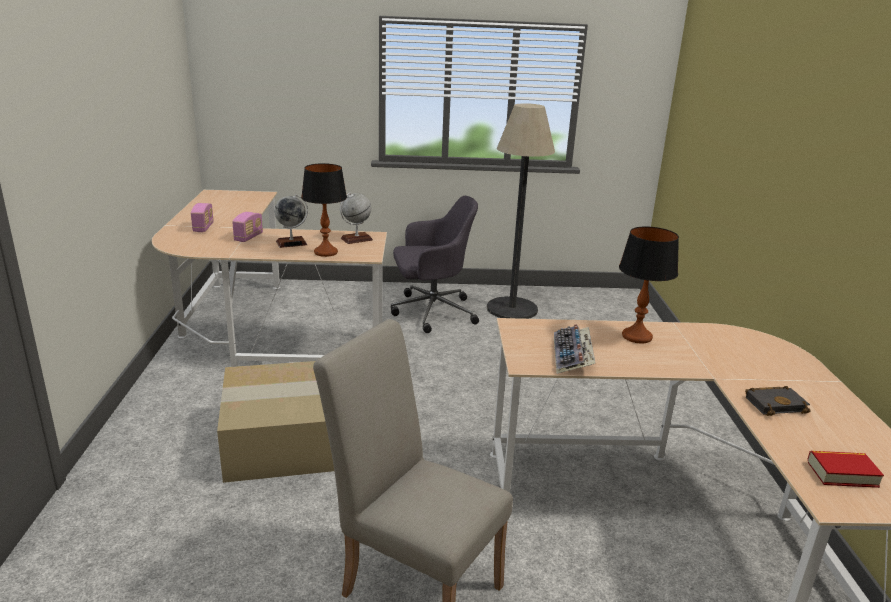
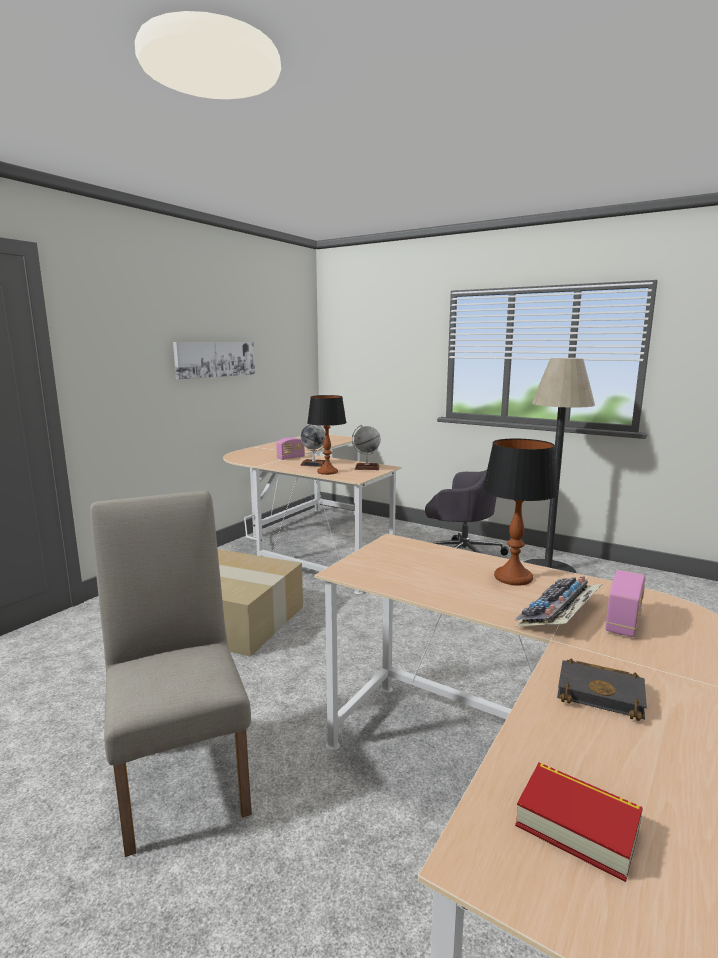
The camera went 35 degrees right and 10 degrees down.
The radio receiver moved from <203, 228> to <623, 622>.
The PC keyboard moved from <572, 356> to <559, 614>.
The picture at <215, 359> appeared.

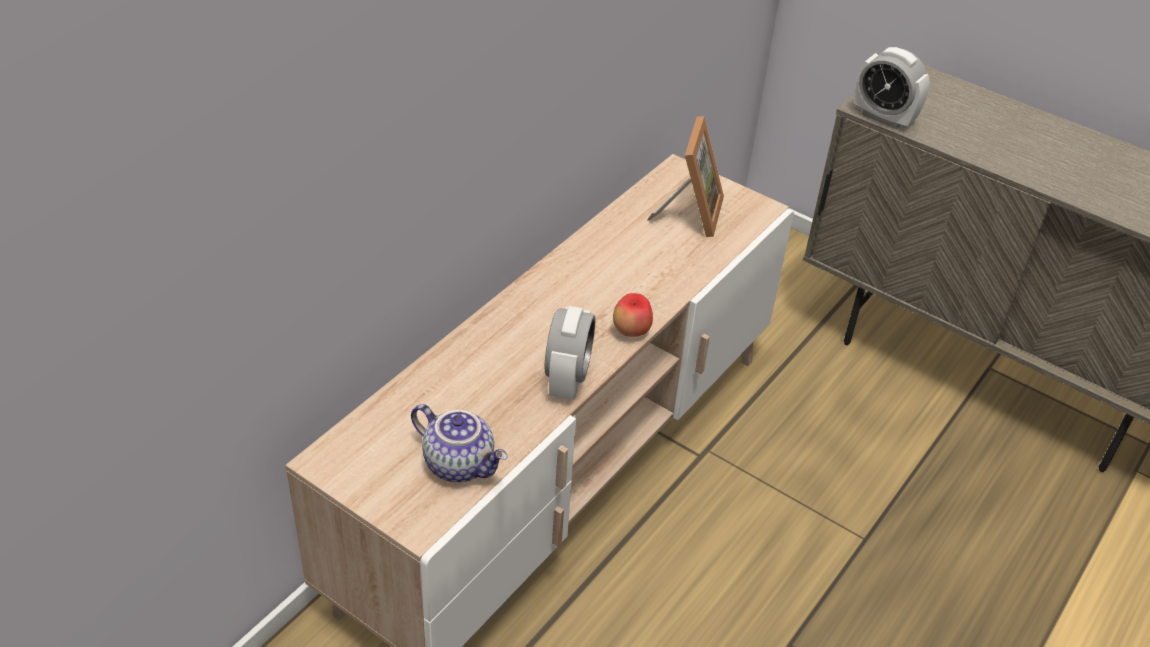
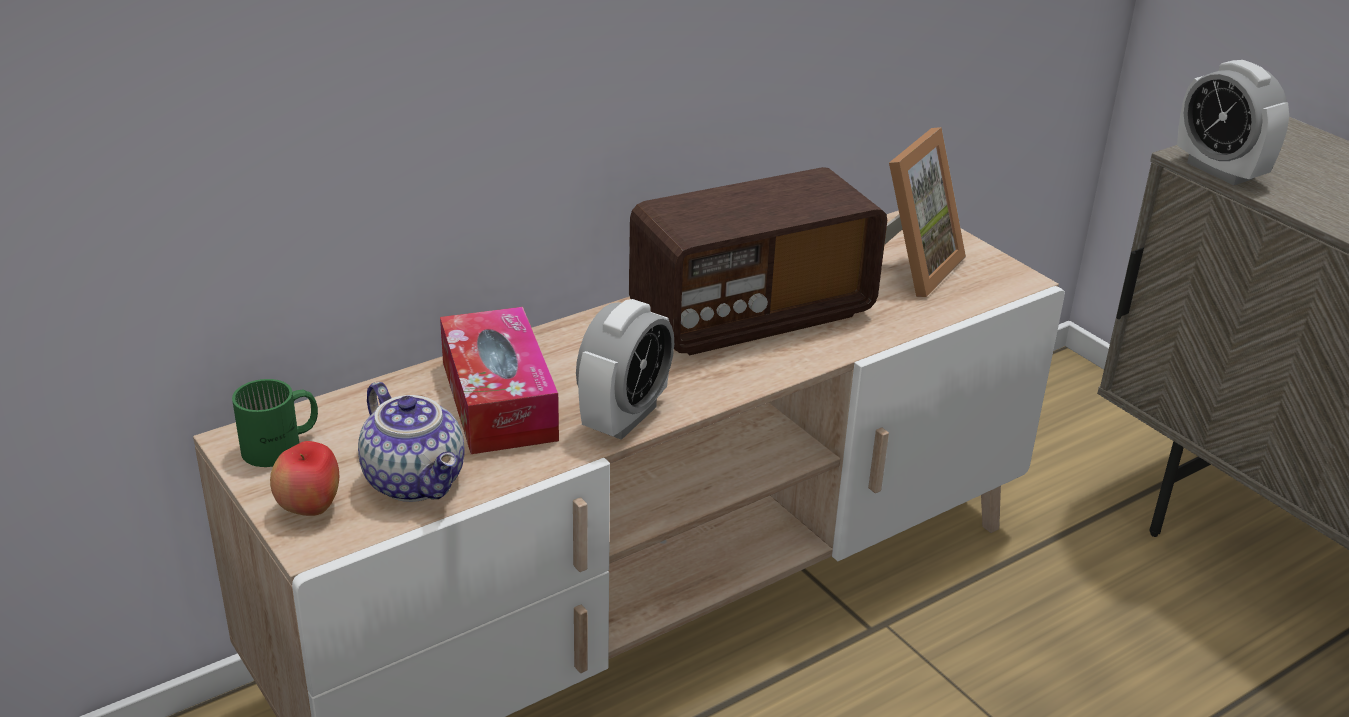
The camera went 20 degrees right and 10 degrees down.
The whole apple moved from <631, 332> to <310, 509>.
The green tea mug at <282, 446> appeared.
The box of tissues at <498, 400> appeared.
The radio receiver at <752, 315> appeared.

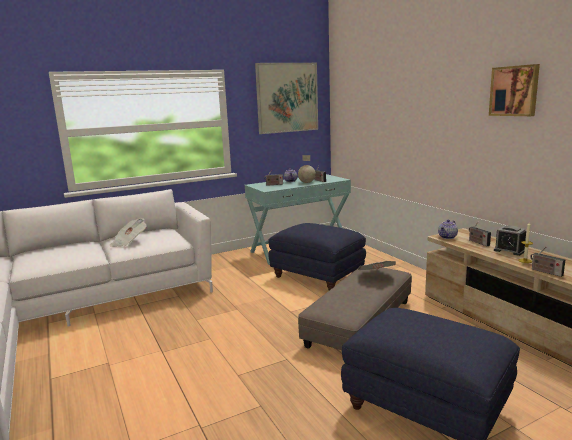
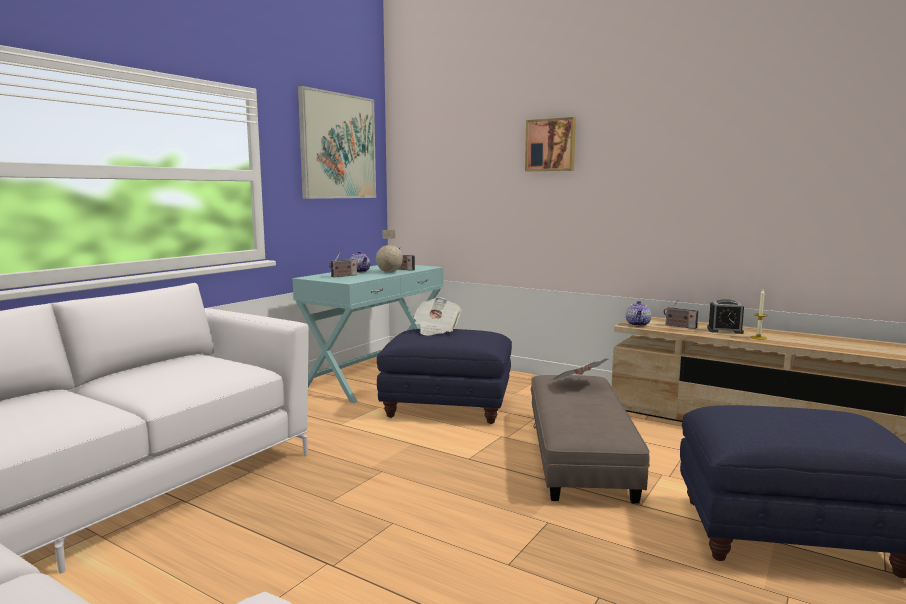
The camera went 30 degrees left and 5 degrees down.
The newspaper moved from <129, 242> to <436, 330>.
The picture moved from <514, 91> to <551, 145>.
The radio receiver at <545, 272> disappeared.

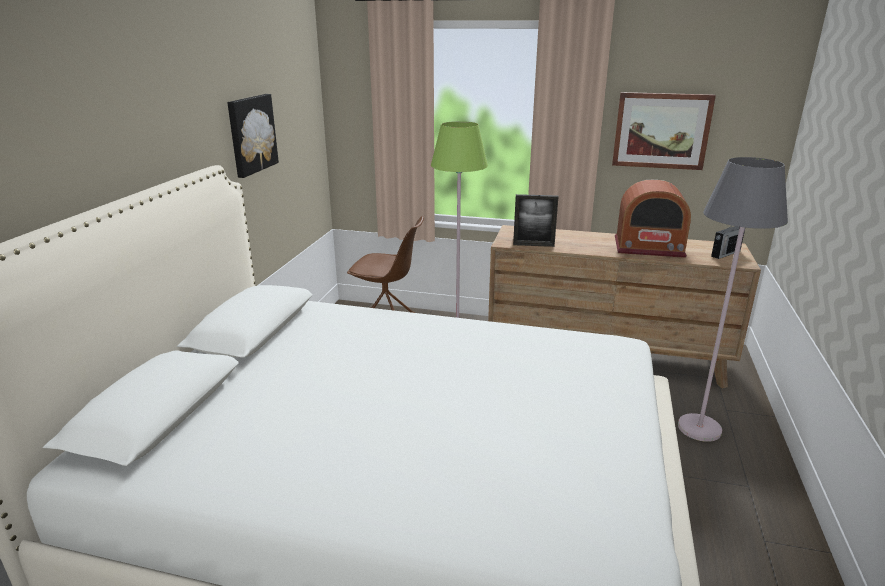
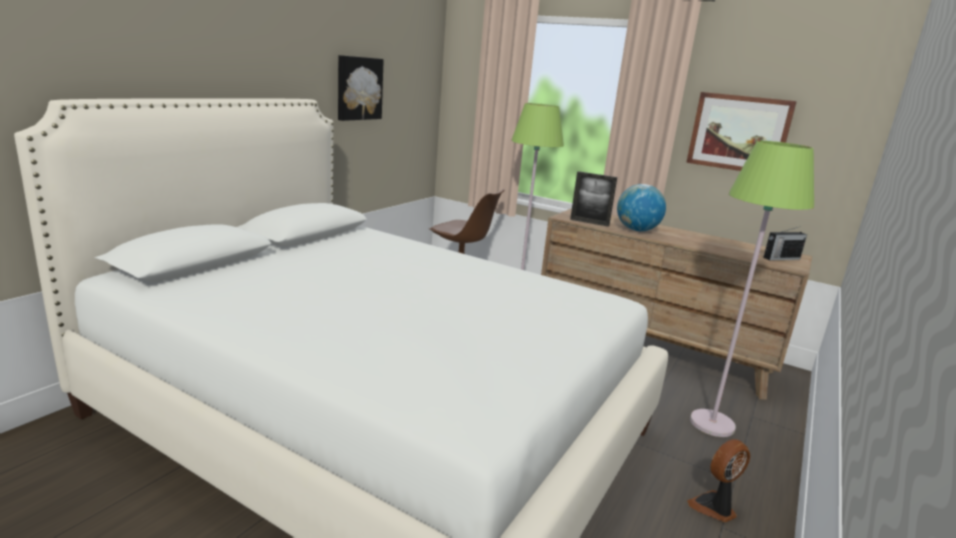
The camera went 15 degrees right and 5 degrees down.
The radio receiver at <649, 247> disappeared.
The greyish standing lamp at <699, 428> became the green standing lamp at <711, 424>.
The desk globe at <636, 230> appeared.
The fan at <714, 508> appeared.

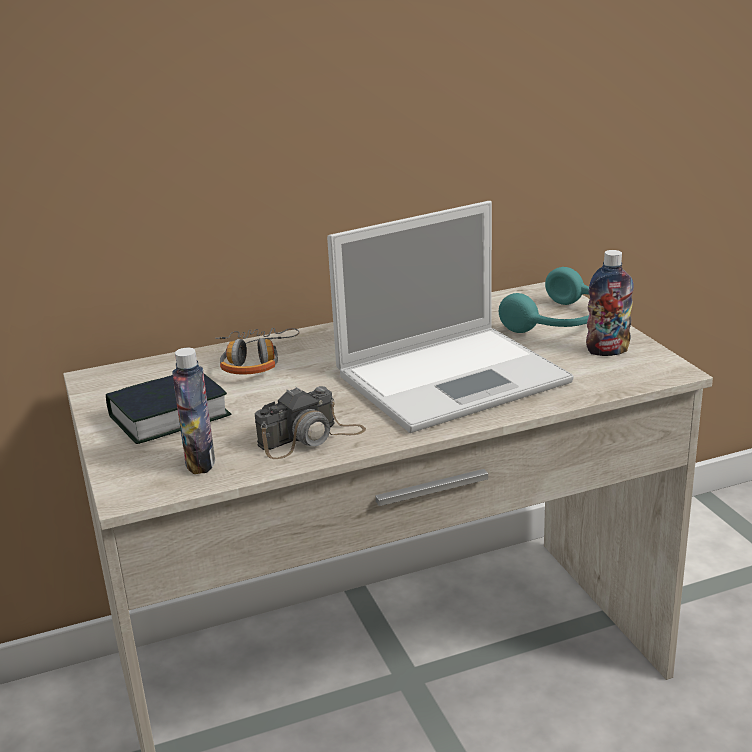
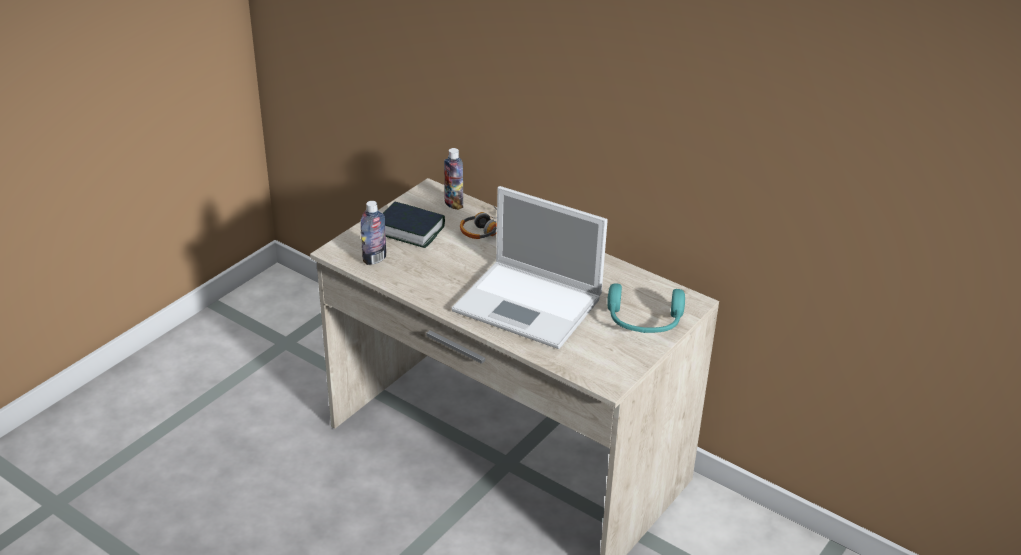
The camera went 55 degrees right and 10 degrees up.
The still camera at <311, 438> disappeared.
The drink bottle moved from <607, 351> to <453, 204>.

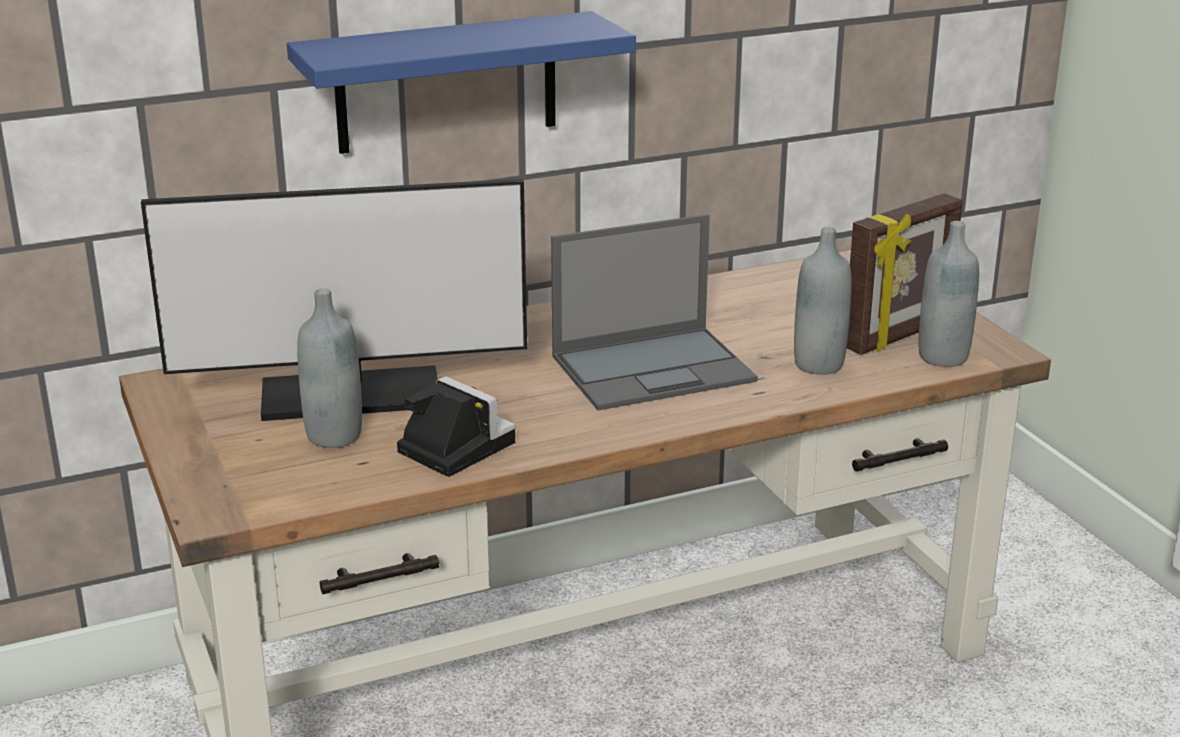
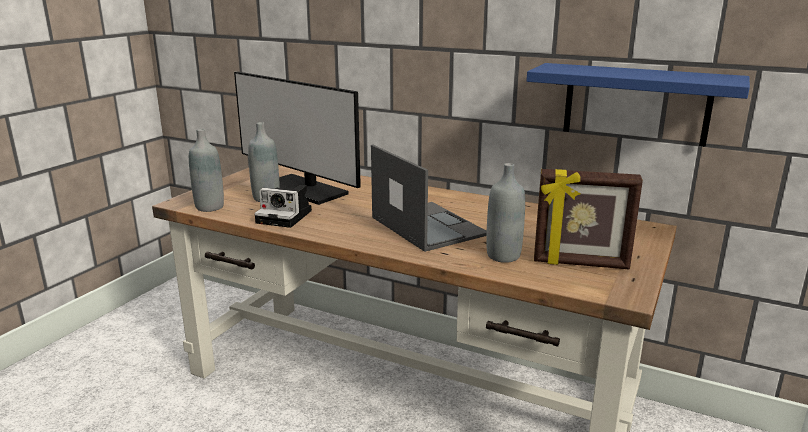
The camera went 50 degrees right and 5 degrees down.
The blue-coloured shelf moved from <447, 83> to <636, 104>.
The still camera at <452, 446> turned 105 degrees clockwise.
The portable computer at <654, 368> turned 150 degrees counterclockwise.
The greyish drink bottle moved from <943, 357> to <209, 207>.

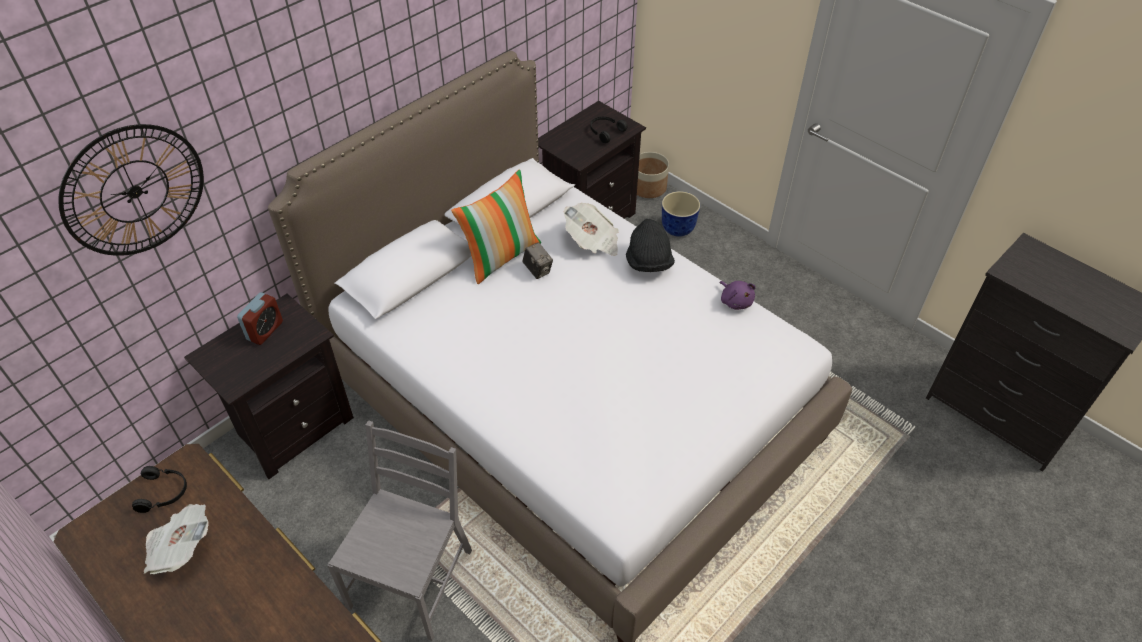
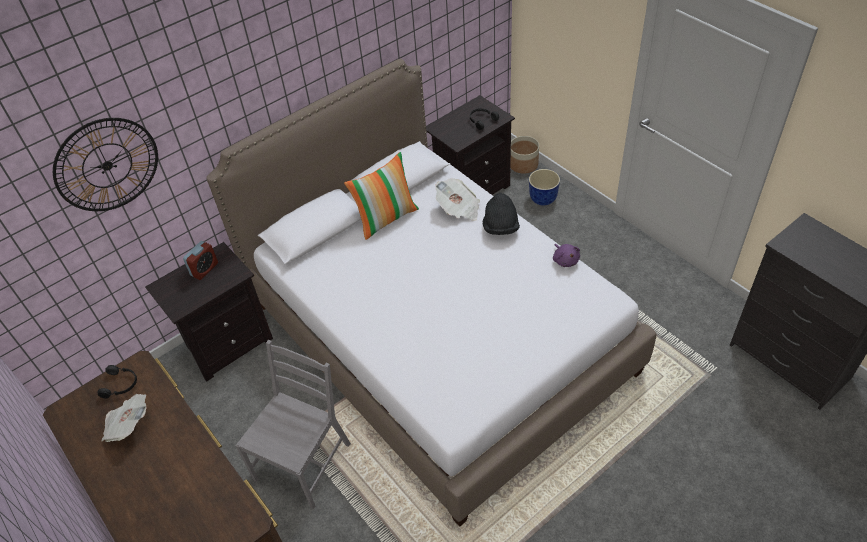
The camera went 10 degrees right and 0 degrees up.
The still camera at <537, 270> disappeared.

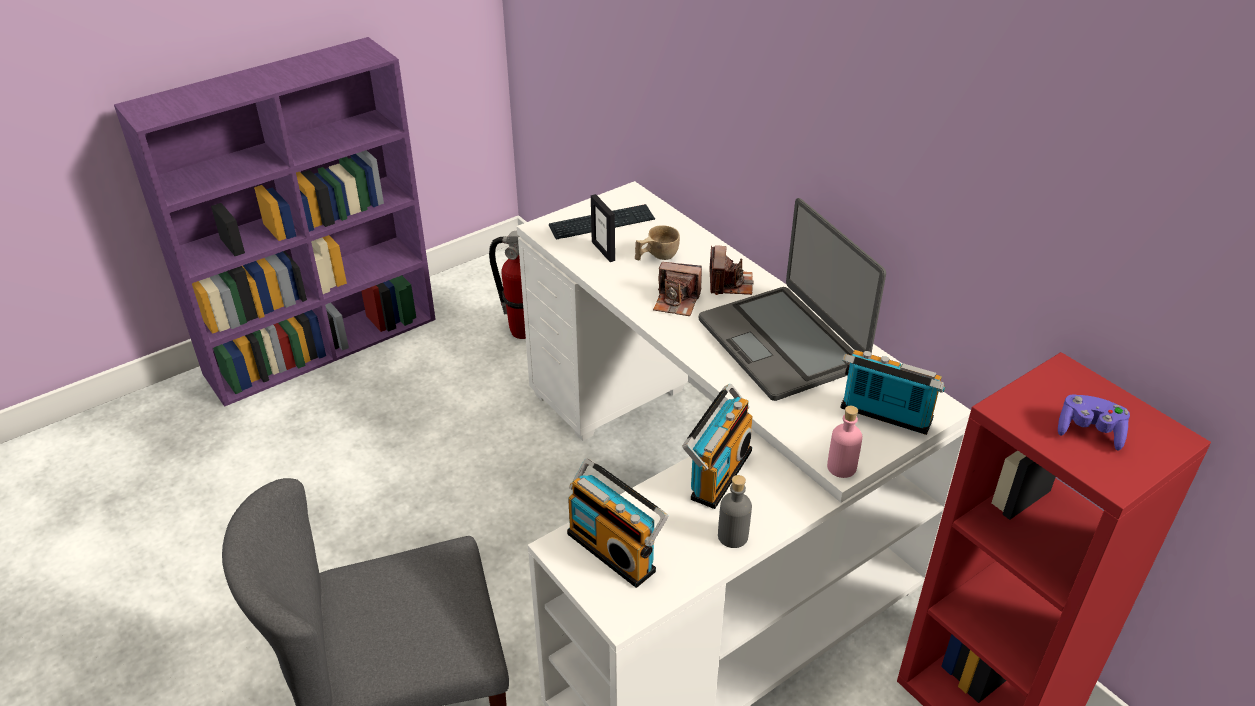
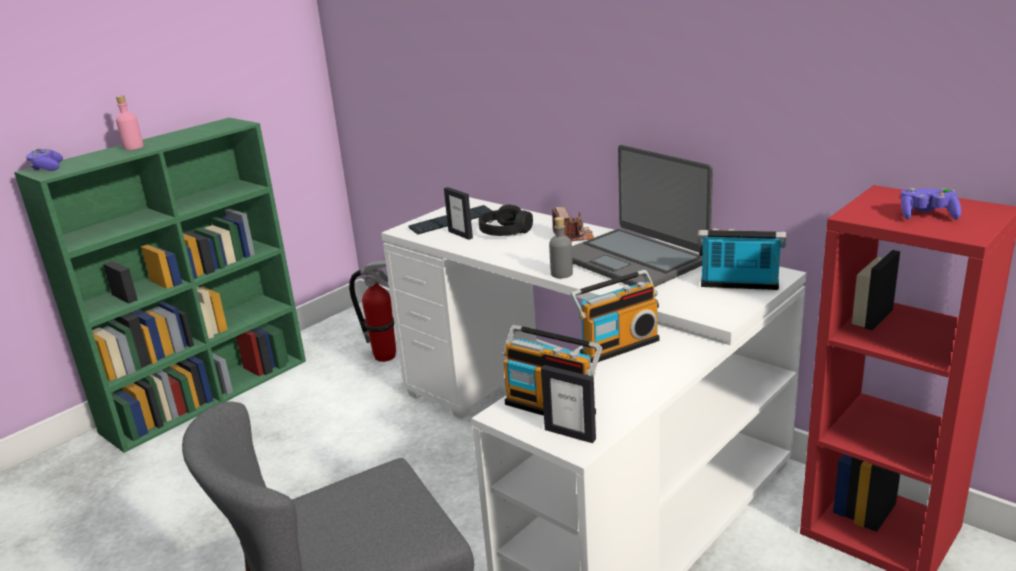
The camera went 10 degrees left and 15 degrees down.
The purplish bookshelf at <324, 344> became the green bookshelf at <209, 394>.
The beige drinking cup at <656, 256> was replaced by the black-coloured pair of headphones at <505, 231>.
The still camera at <677, 302> disappeared.
The radio receiver at <717, 473> turned 45 degrees clockwise.
The greyish drink bottle moved from <733, 536> to <561, 274>.
The pink drink bottle moved from <841, 467> to <133, 147>.
The purplish game controller at <47, 168> appeared.
The standing frame at <570, 434> appeared.

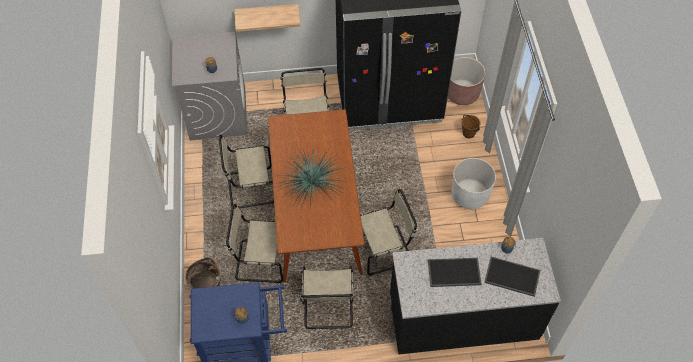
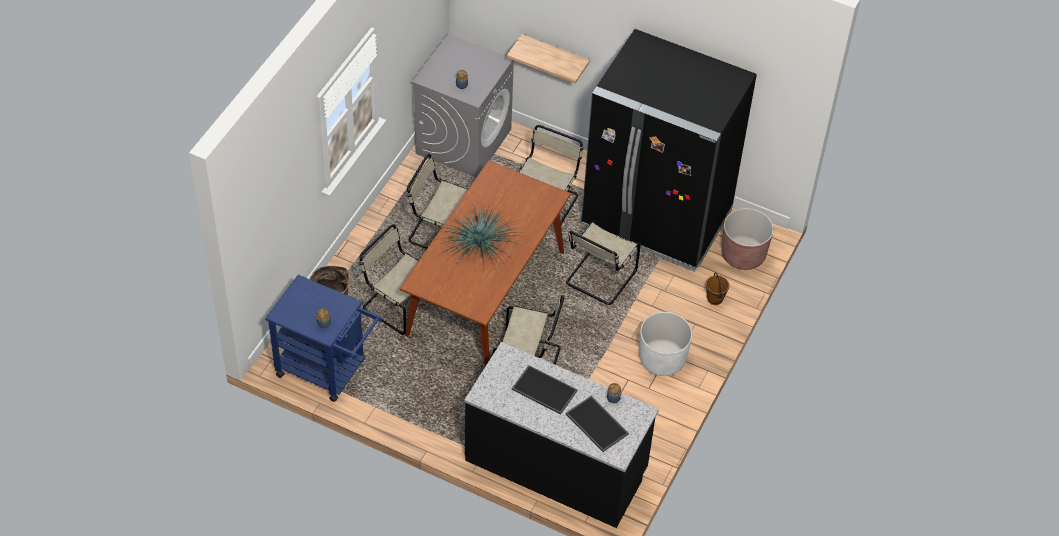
The camera went 30 degrees right and 5 degrees down.
The beige chair moved from <328, 308> to <599, 279>.

